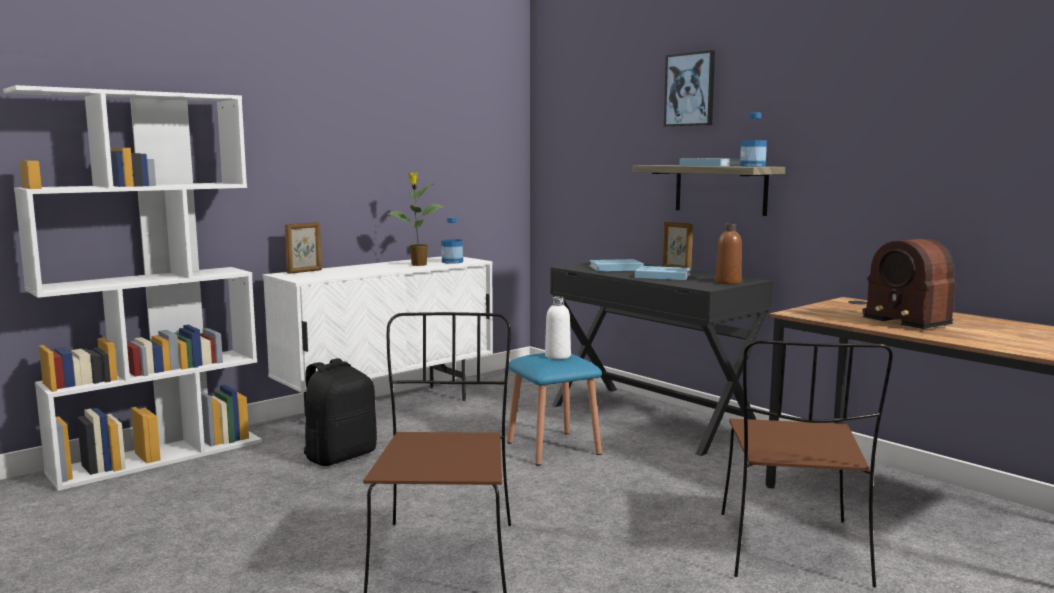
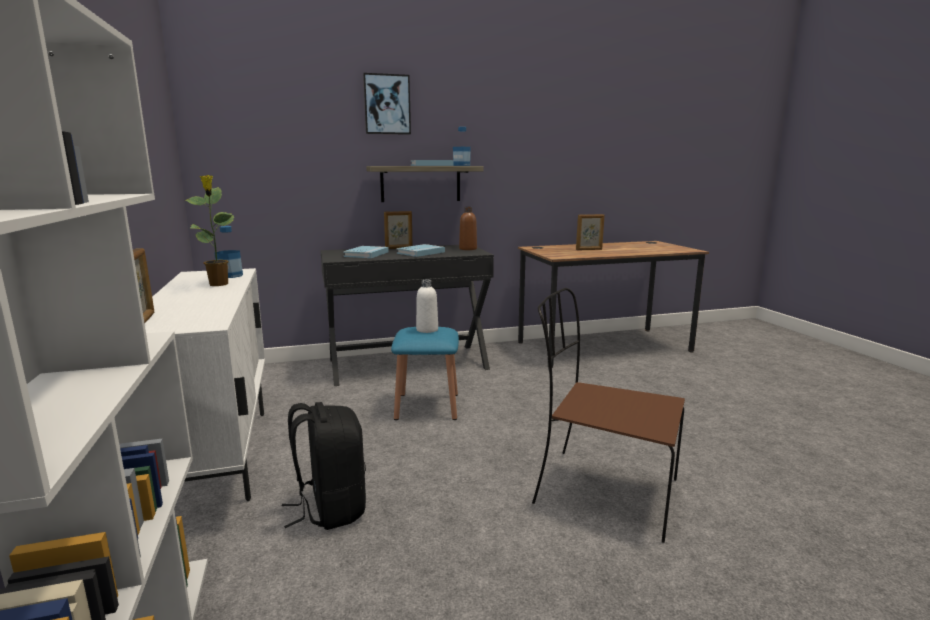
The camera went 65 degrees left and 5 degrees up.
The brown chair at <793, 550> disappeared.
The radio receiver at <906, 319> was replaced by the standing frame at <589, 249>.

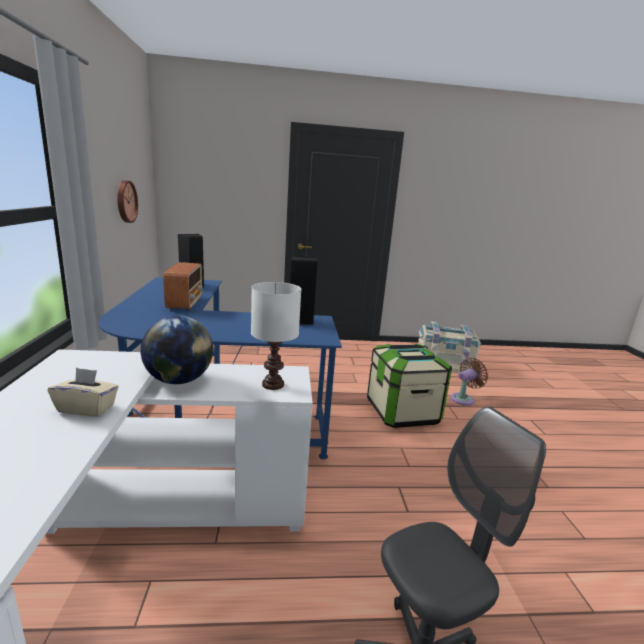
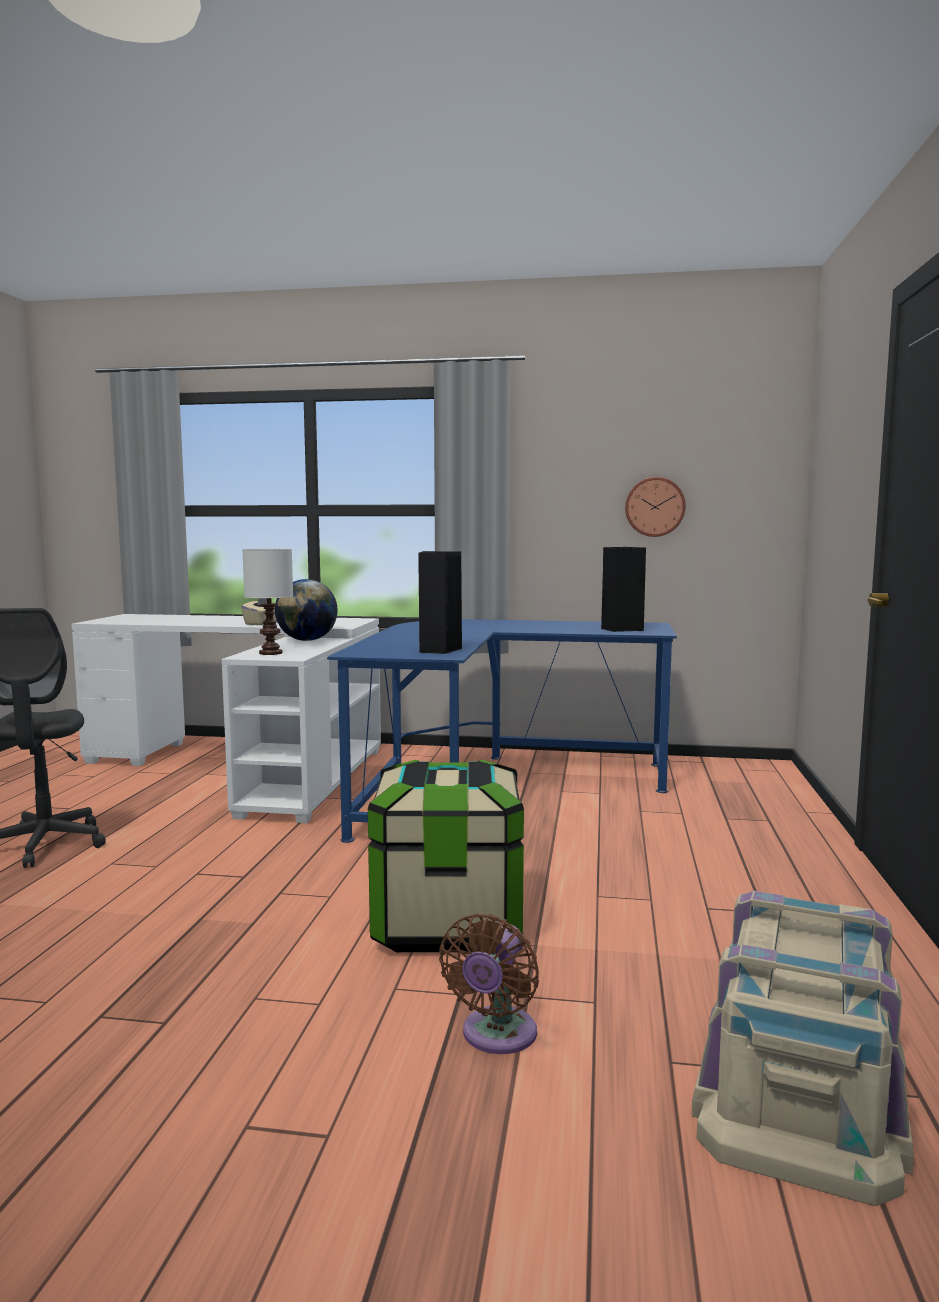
The camera went 105 degrees right and 10 degrees down.
The radio receiver at <185, 302> disappeared.
The brown fan at <464, 399> turned 45 degrees clockwise.

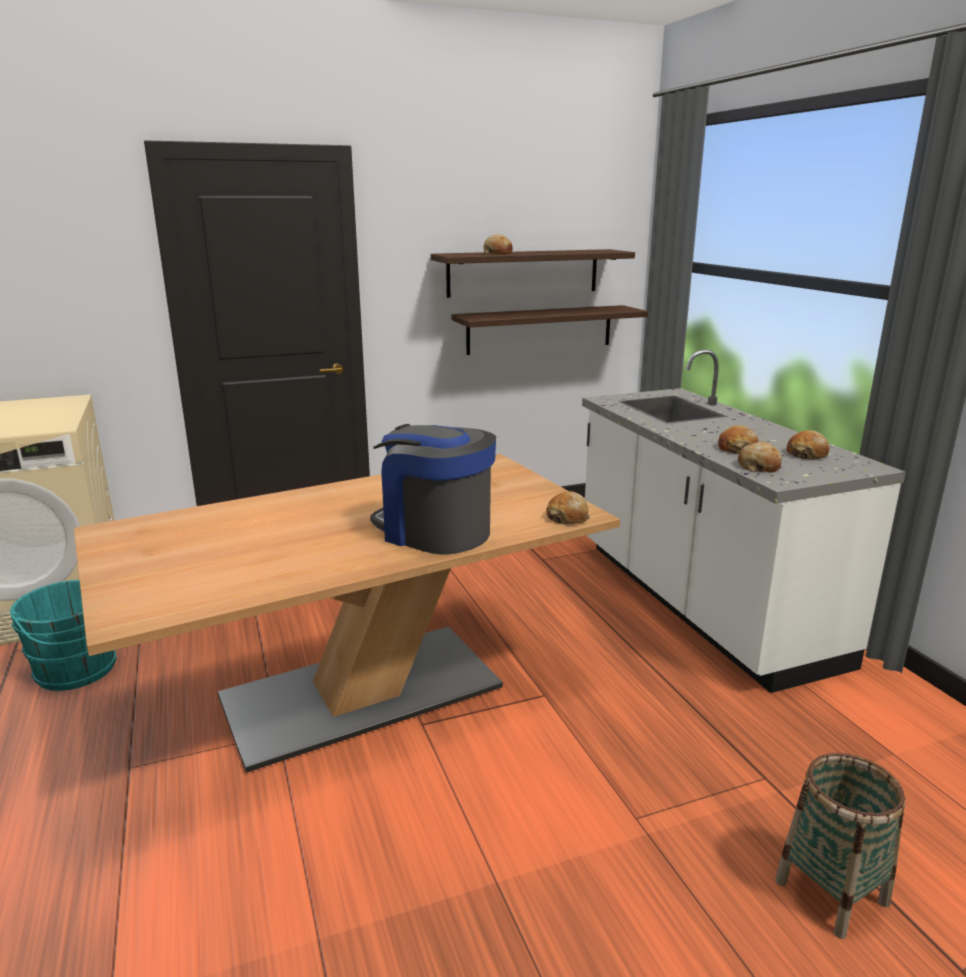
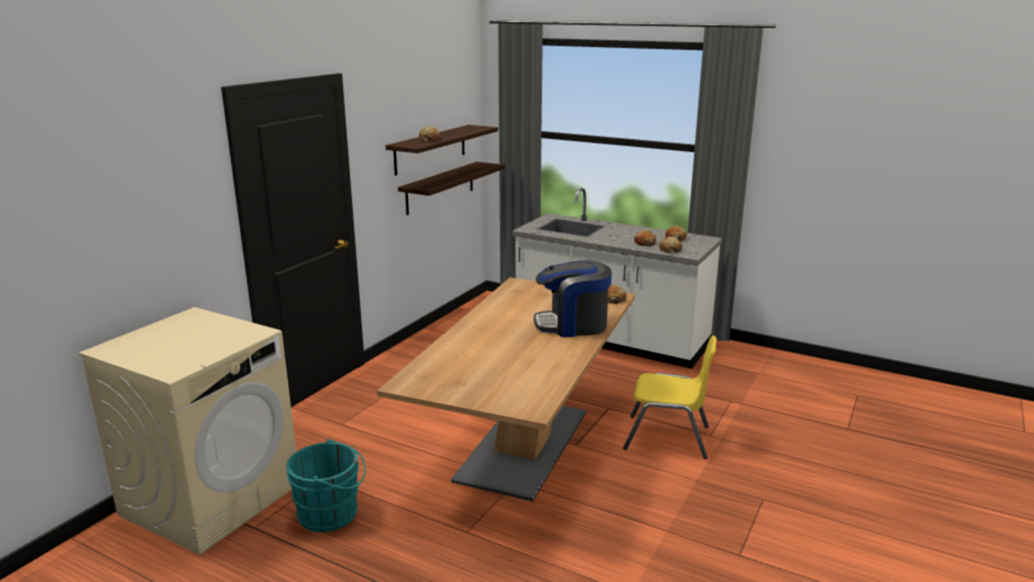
The camera went 40 degrees left and 0 degrees up.
The basket at <832, 892> disappeared.
The yellow-coloured chair at <667, 438> appeared.

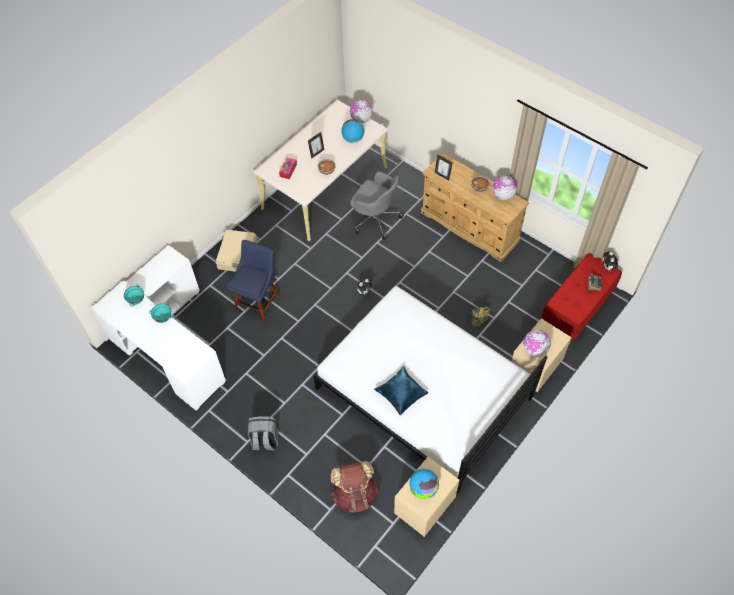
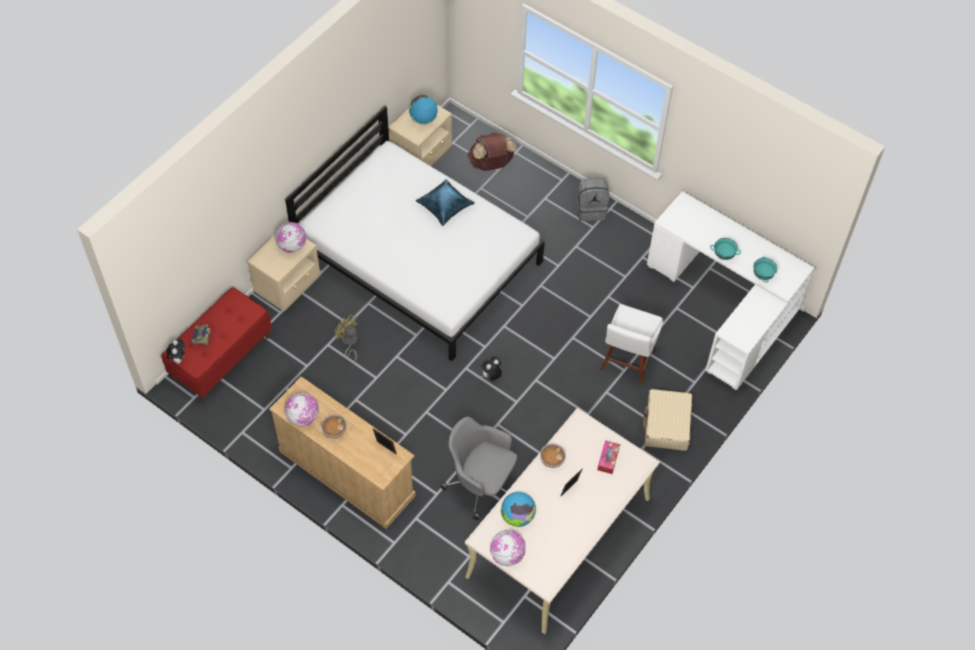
The camera went 175 degrees right and 0 degrees up.
The blue-coloured chair at <258, 301> became the white-coloured chair at <627, 362>.

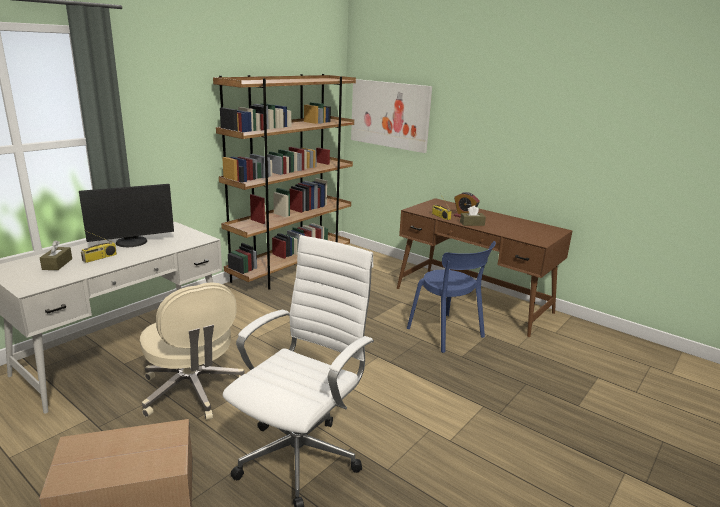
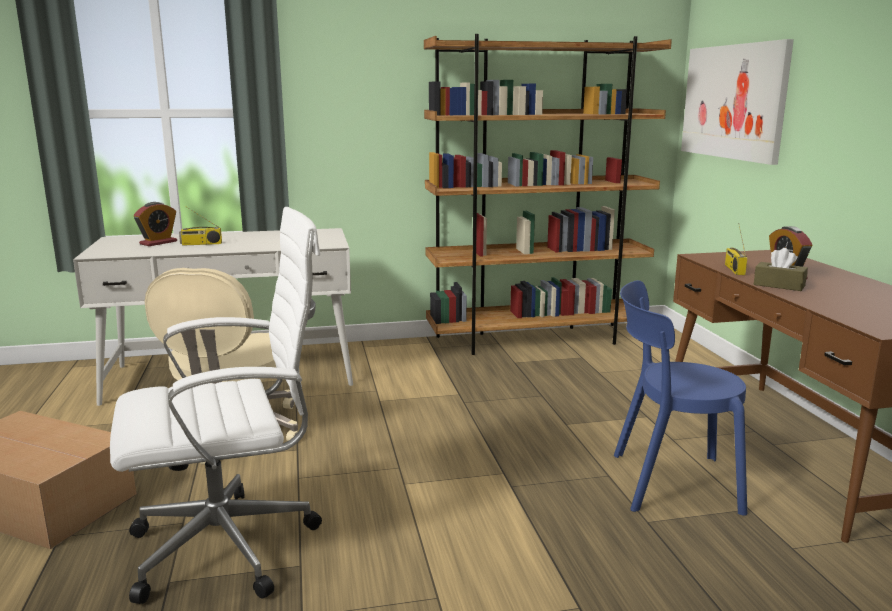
The camera went 40 degrees right and 5 degrees down.
The brown box of tissues at <57, 264> was replaced by the table clock at <158, 242>.
The computer display at <132, 242> disappeared.
The blue-coloured chair at <447, 334> turned 90 degrees clockwise.

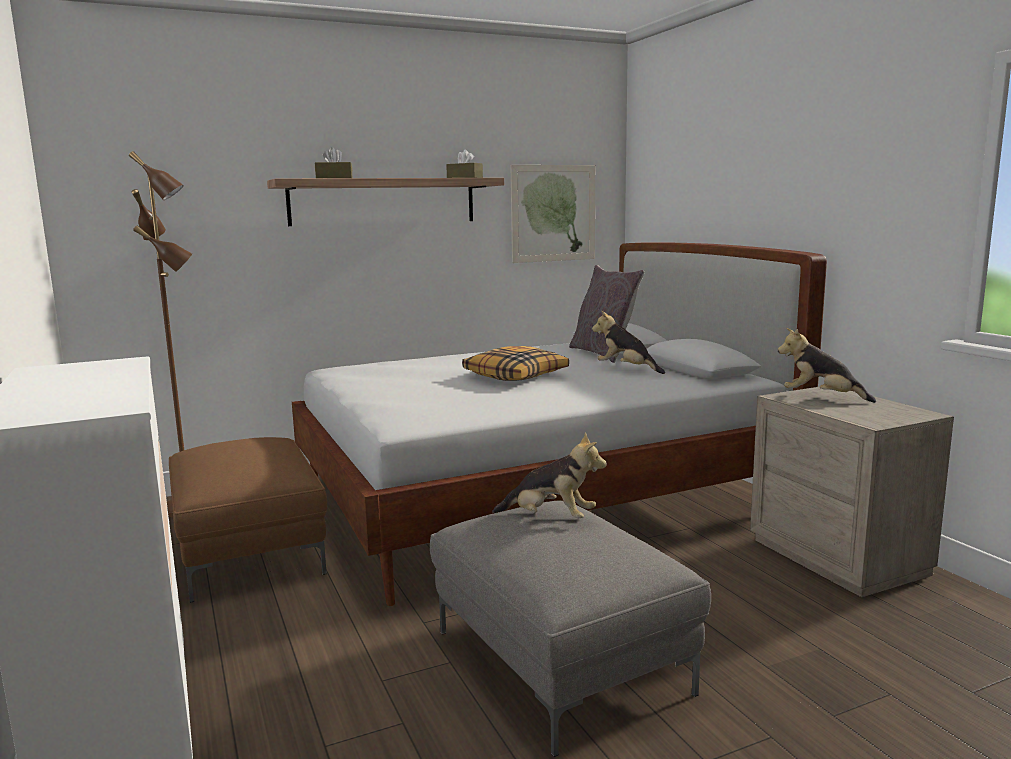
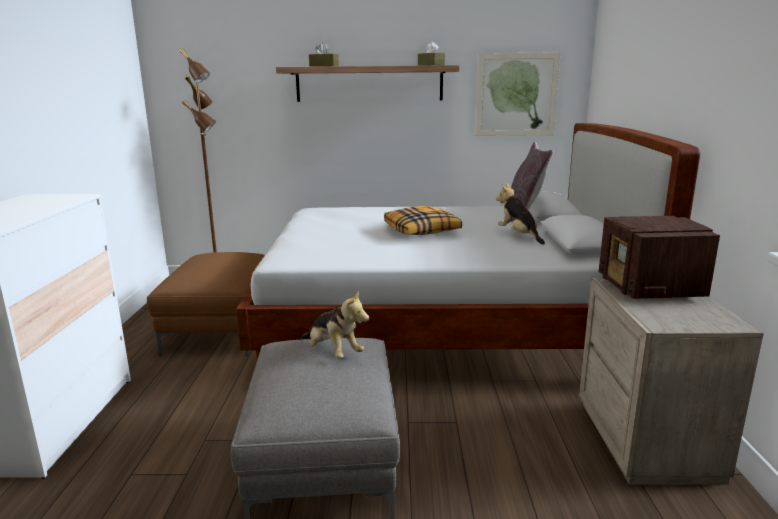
The camera went 25 degrees right and 5 degrees up.
The soft toy at <821, 398> was replaced by the radio receiver at <649, 289>.

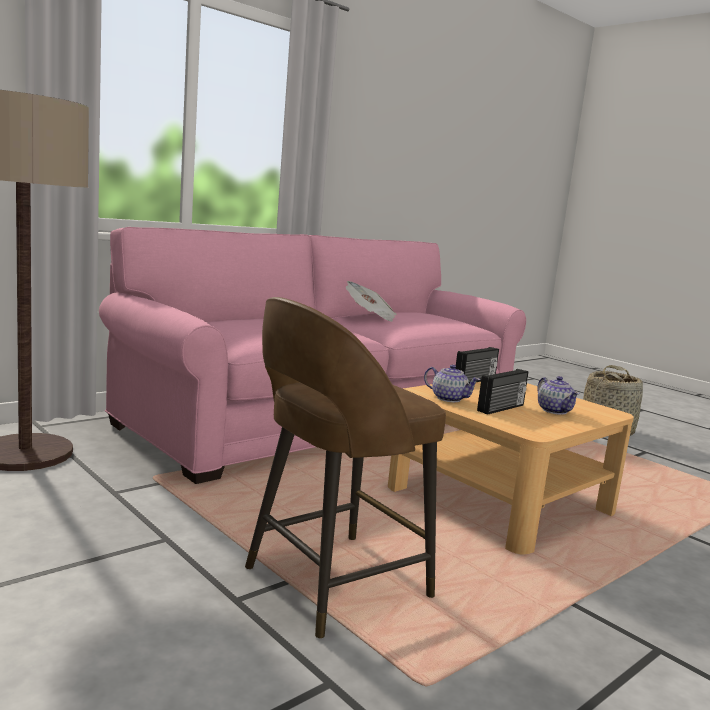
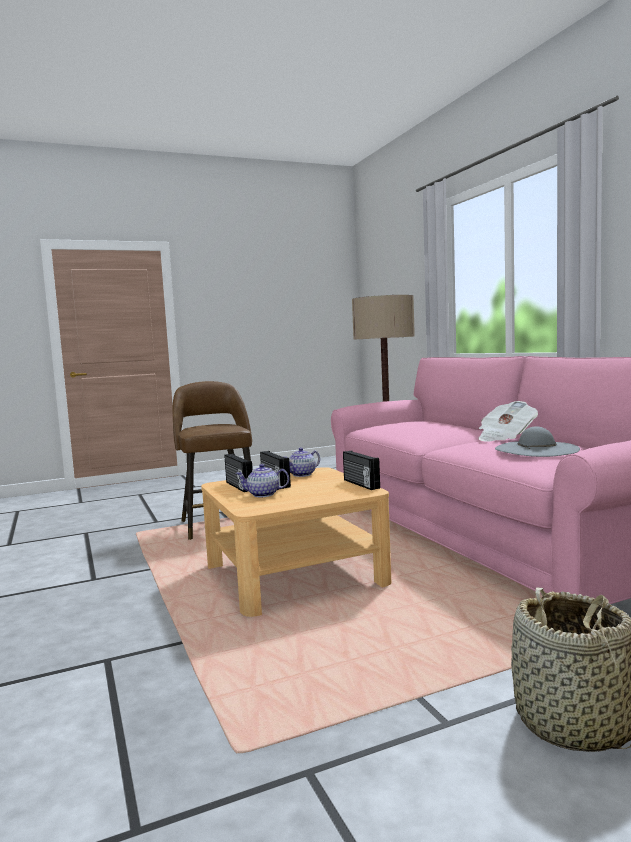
The camera went 110 degrees right and 5 degrees down.
The radio receiver at <238, 486> appeared.
The greyish hat at <536, 449> appeared.

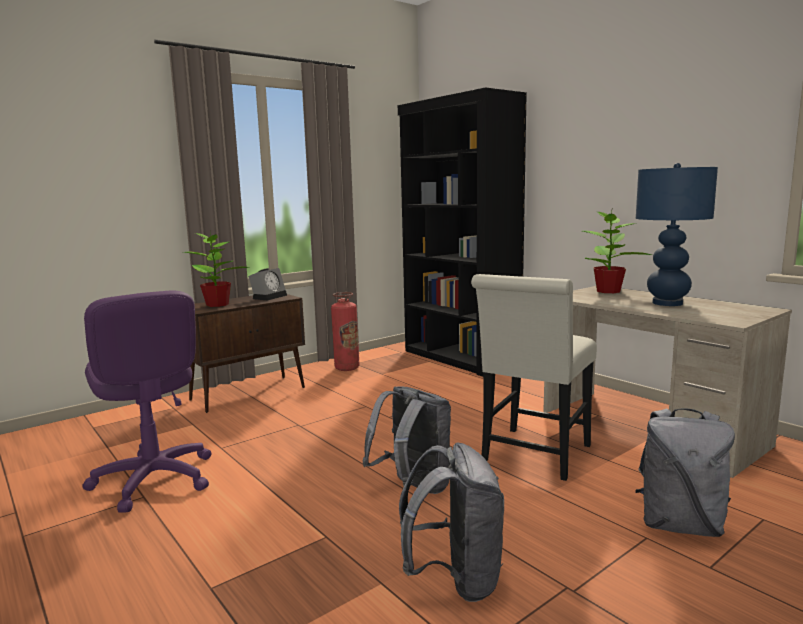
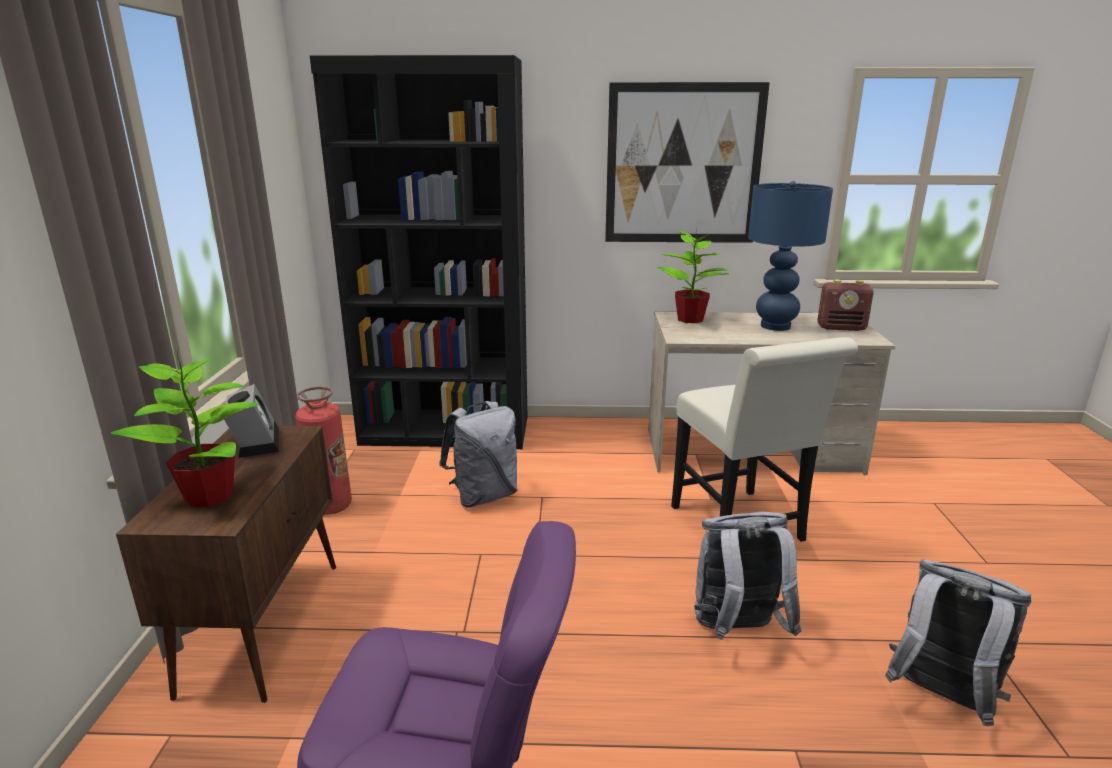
The camera went 50 degrees left and 10 degrees up.
The greyish rucksack moved from <680, 525> to <483, 496>.
The picture at <683, 165> appeared.
The radio receiver at <841, 328> appeared.

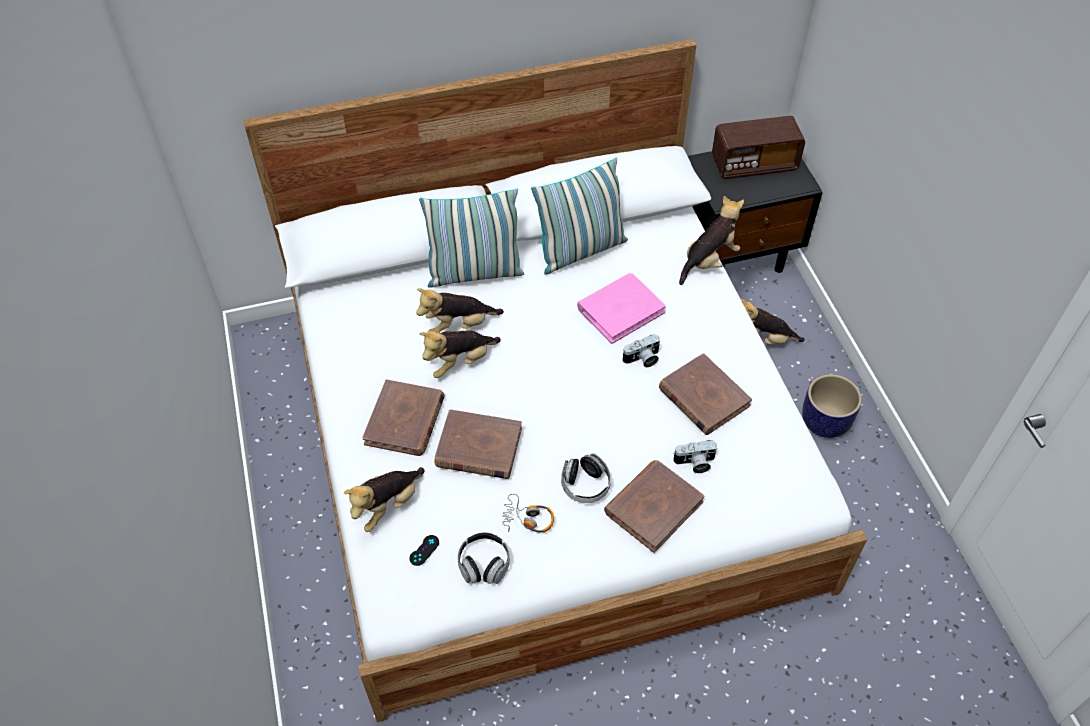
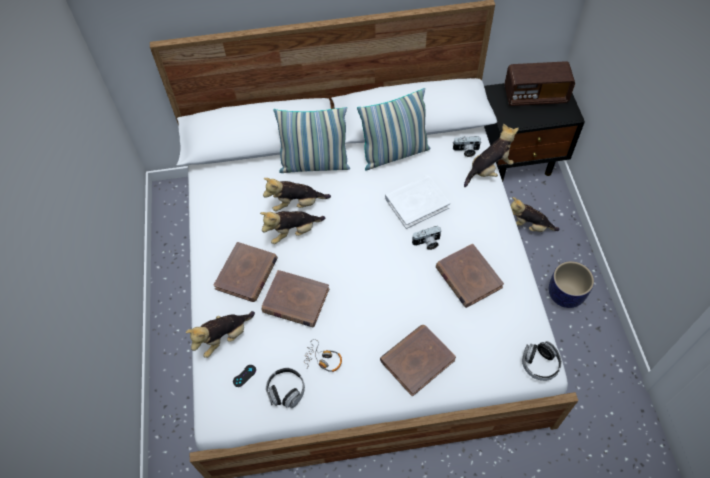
The camera went 10 degrees right and 5 degrees up.
The pair of headphones moved from <585, 485> to <539, 364>.
The pink bound book at <620, 310> became the white-coloured bound book at <416, 203>.
The still camera moved from <695, 463> to <466, 151>.

